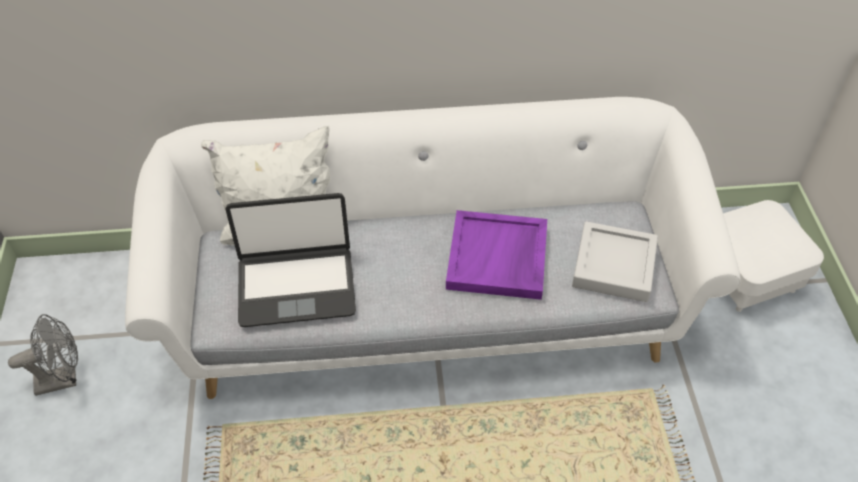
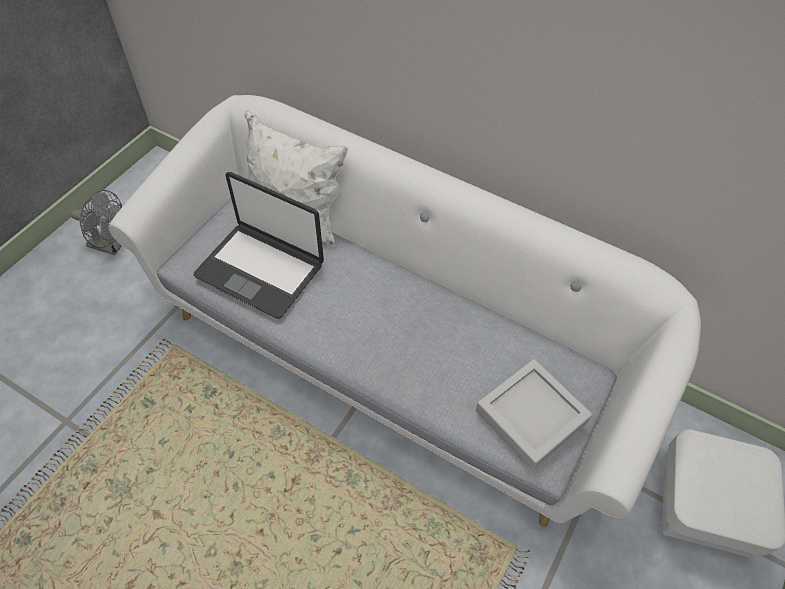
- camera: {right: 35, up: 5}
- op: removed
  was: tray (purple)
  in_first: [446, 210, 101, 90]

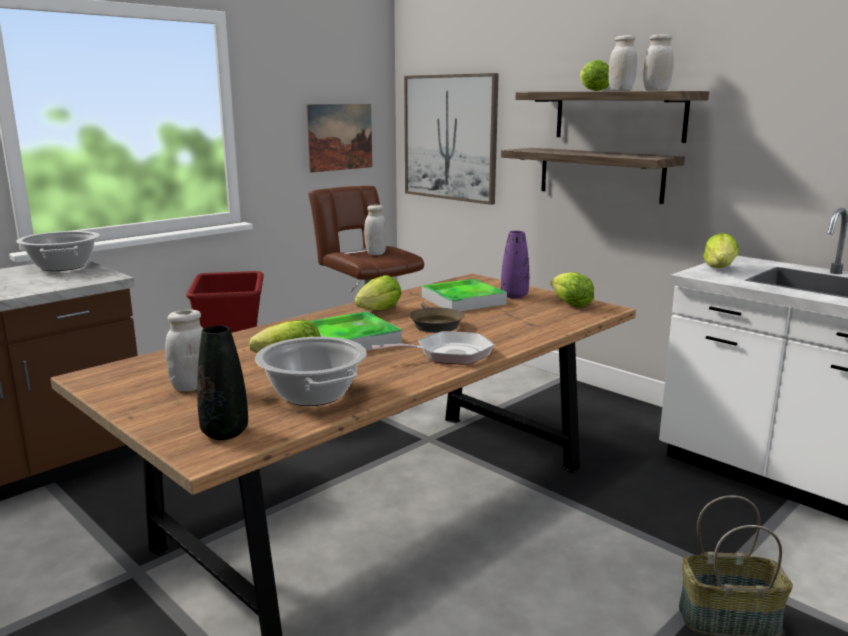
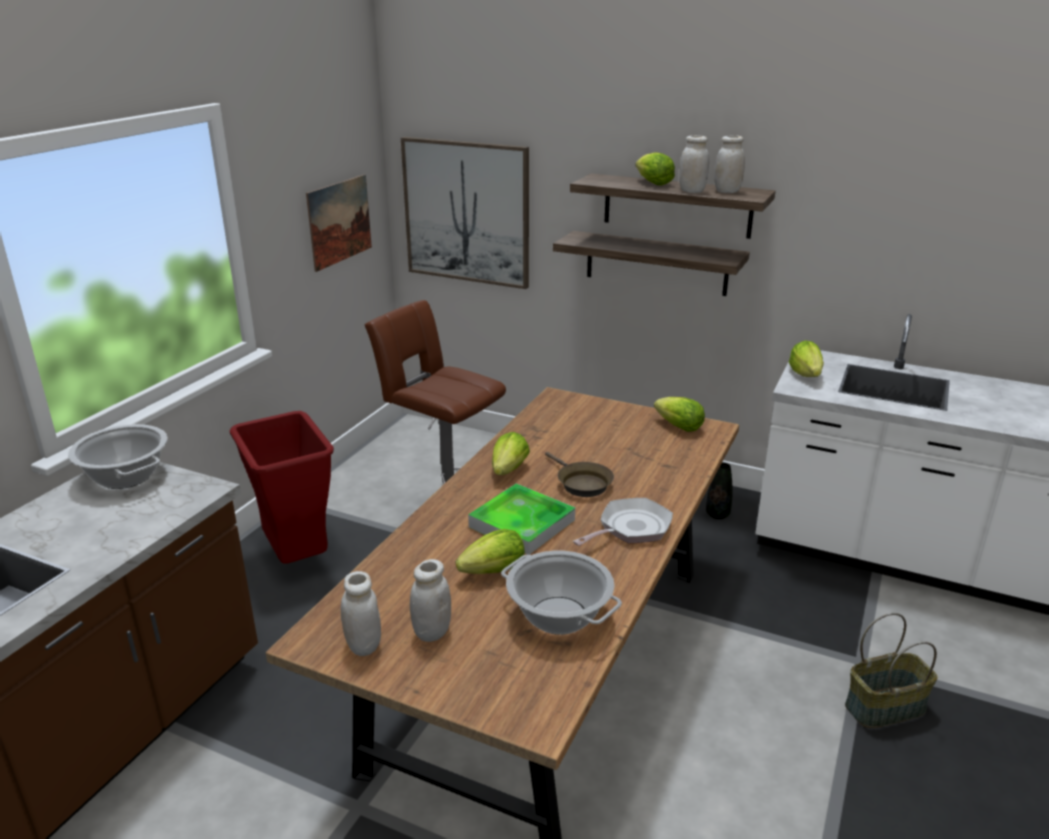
- camera: {right: -20, up: 10}
- op: removed
  was: tray
  in_first: [422, 279, 85, 32]
- op: removed
  was: vase (purple)
  in_first: [501, 231, 28, 67]
- op: moved
  was: vase (black)
  in_first: [197, 325, 51, 115]
  in_second: [706, 462, 27, 57]
- op: moved
  was: jar (white)
  in_first: [364, 205, 23, 50]
  in_second: [341, 571, 40, 85]

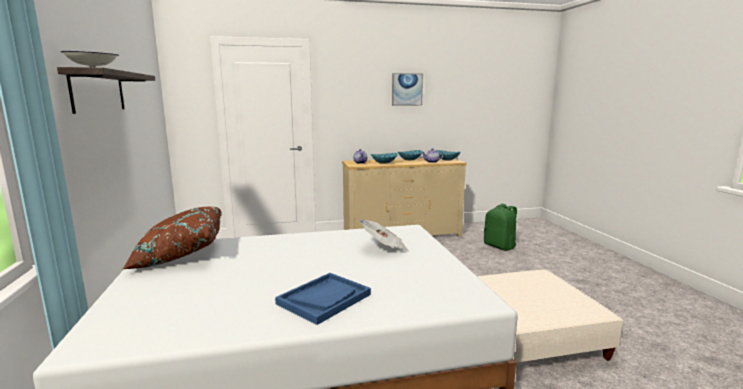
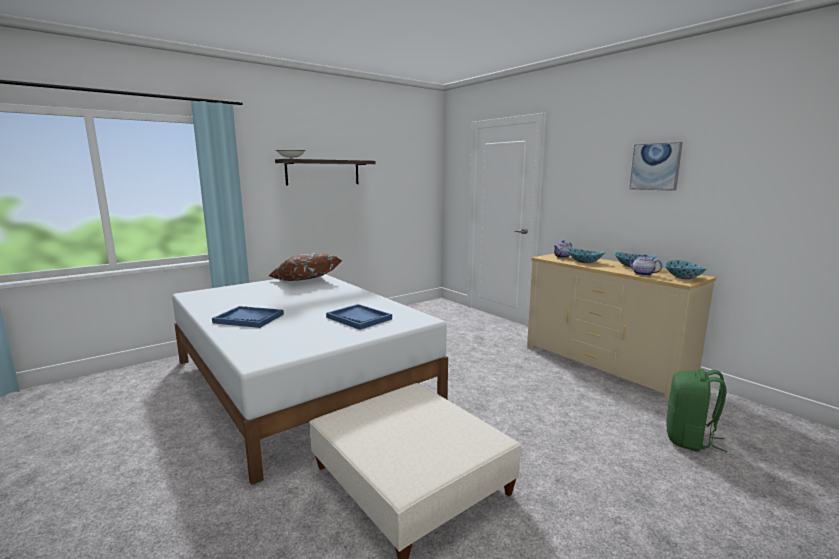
- camera: {right: 65, up: 0}
- op: replaced
  was: newspaper
  now: tray (blue)
  in_first: [359, 219, 50, 32]
  in_second: [326, 304, 66, 26]

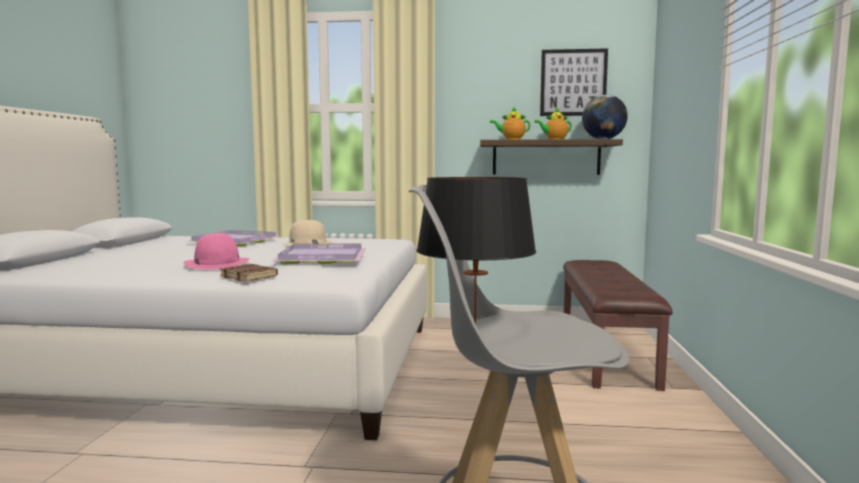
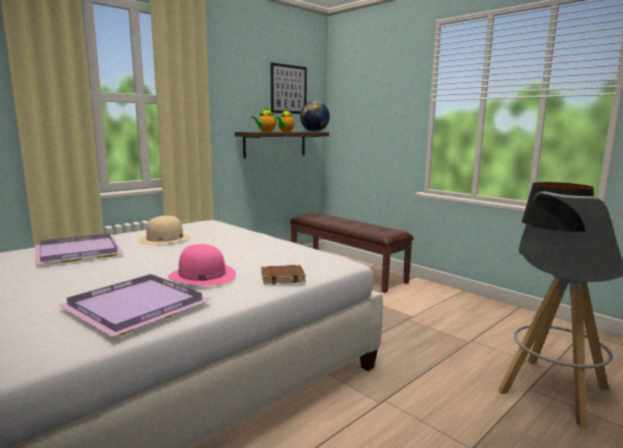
- camera: {right: -50, up: 5}
- op: moved
  was: tray (purple)
  in_first: [272, 243, 94, 21]
  in_second: [58, 274, 153, 63]

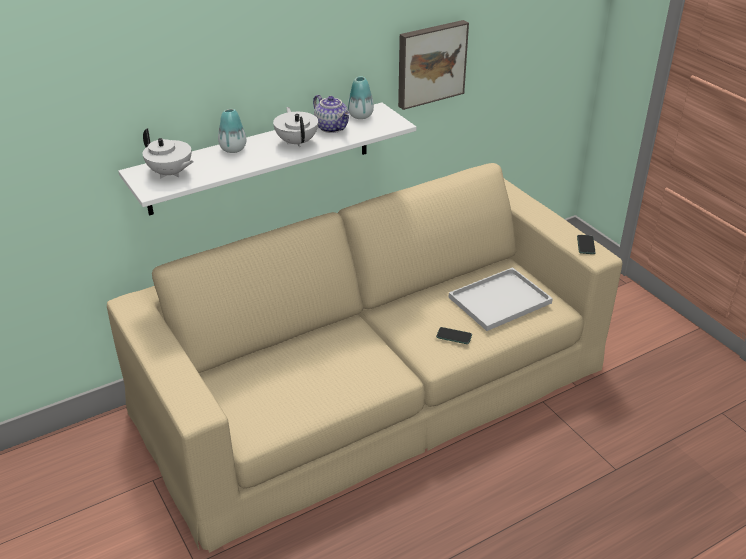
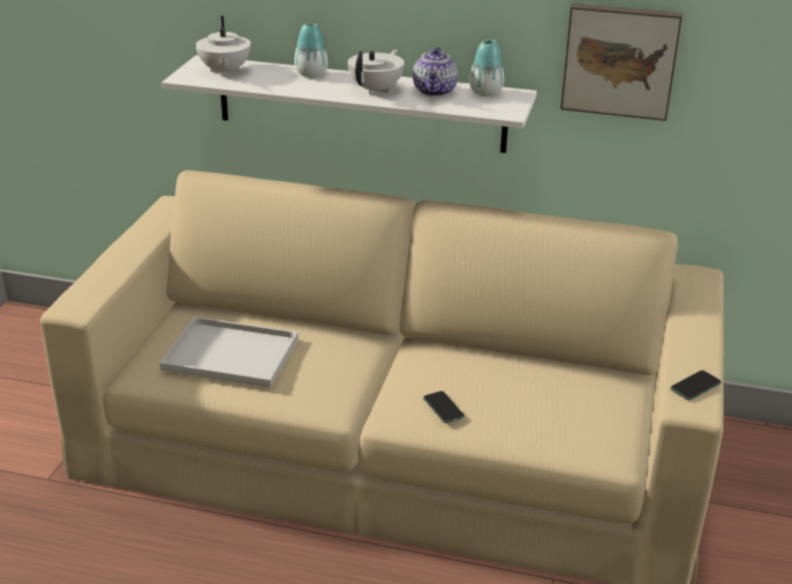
- camera: {right: 45, up: -5}
- op: moved
  was: tray (white)
  in_first: [449, 267, 104, 64]
  in_second: [160, 317, 138, 71]

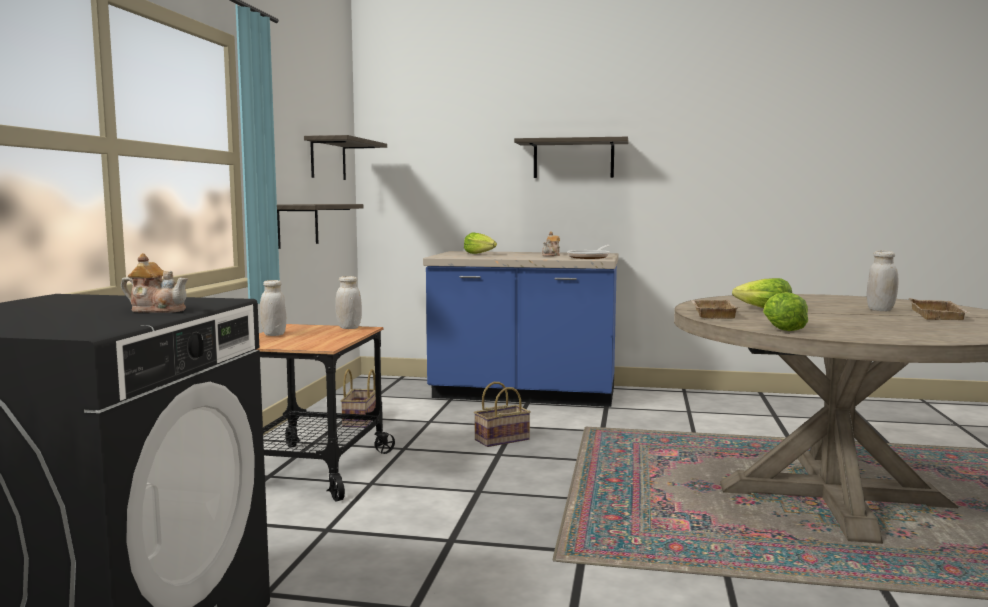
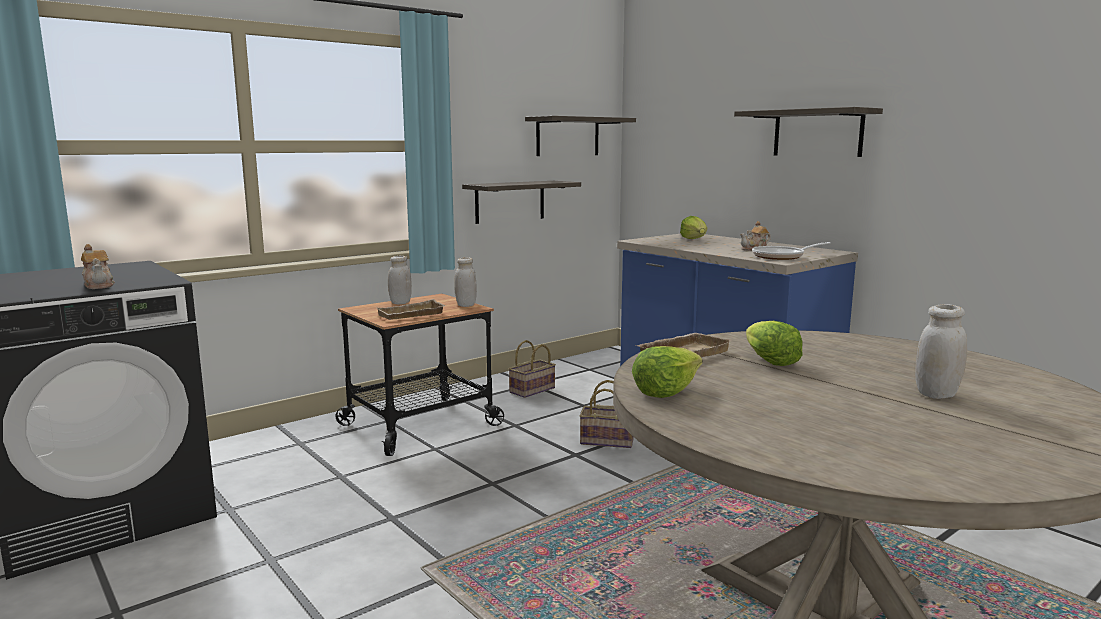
- camera: {right: 40, up: 5}
- op: moved
  was: tray (beige)
  in_first: [909, 298, 61, 22]
  in_second: [377, 299, 69, 21]

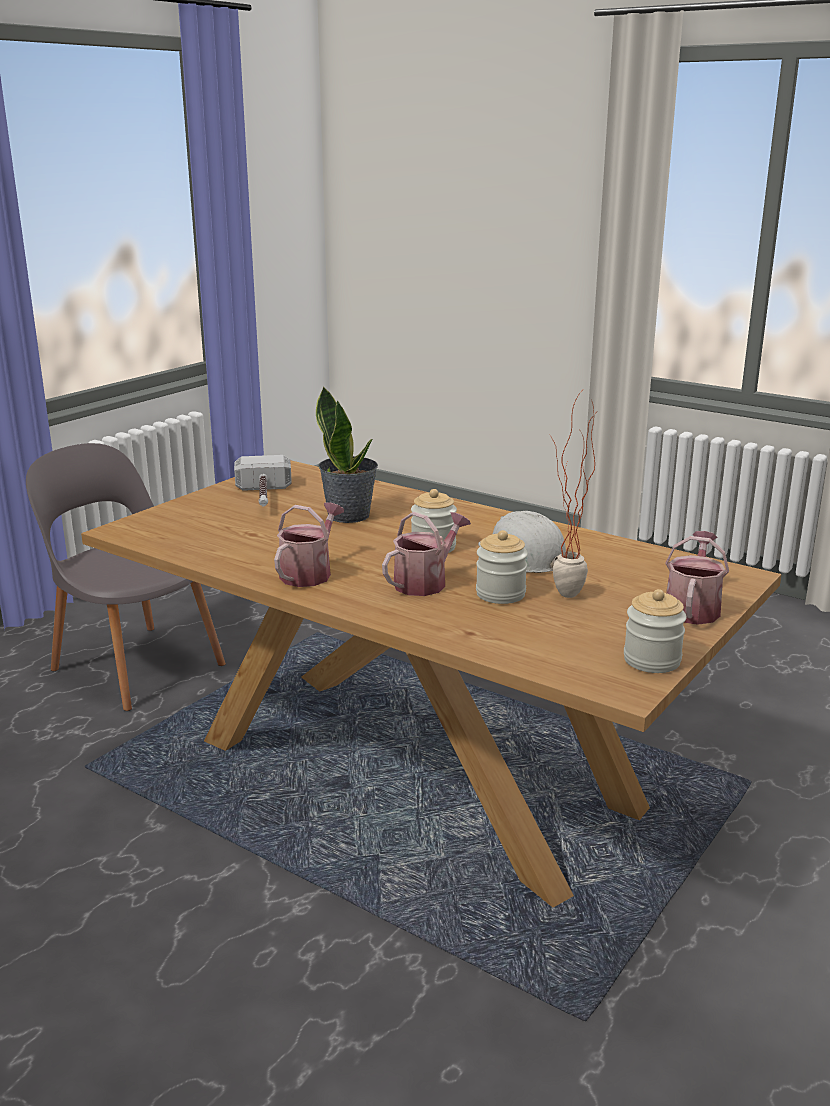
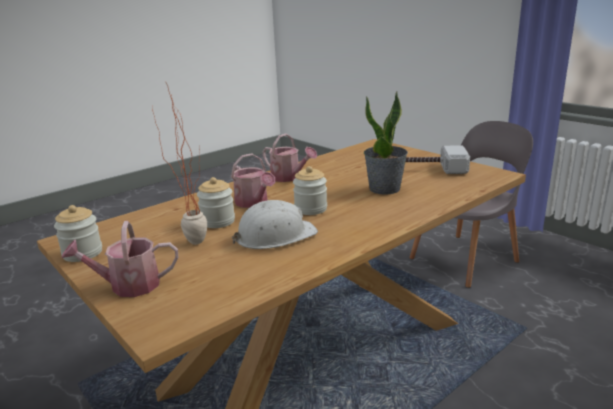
- camera: {right: 105, up: 0}
- op: turned
  was: watering can
  in_first: [665, 531, 64, 94]
  in_second: [62, 221, 116, 76]
  clockwise: 135

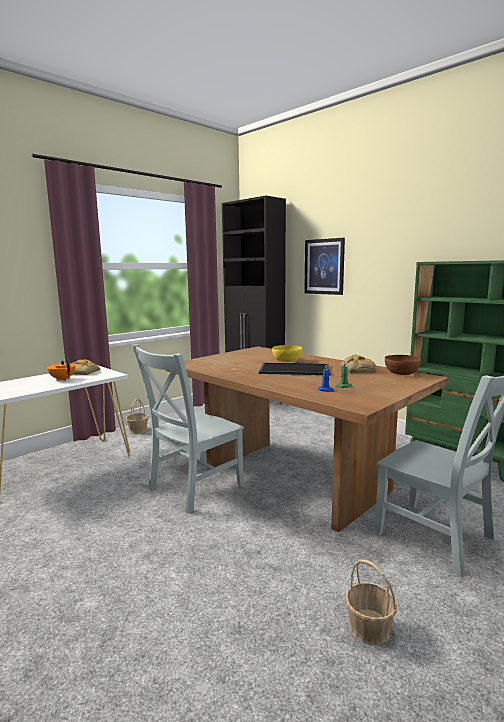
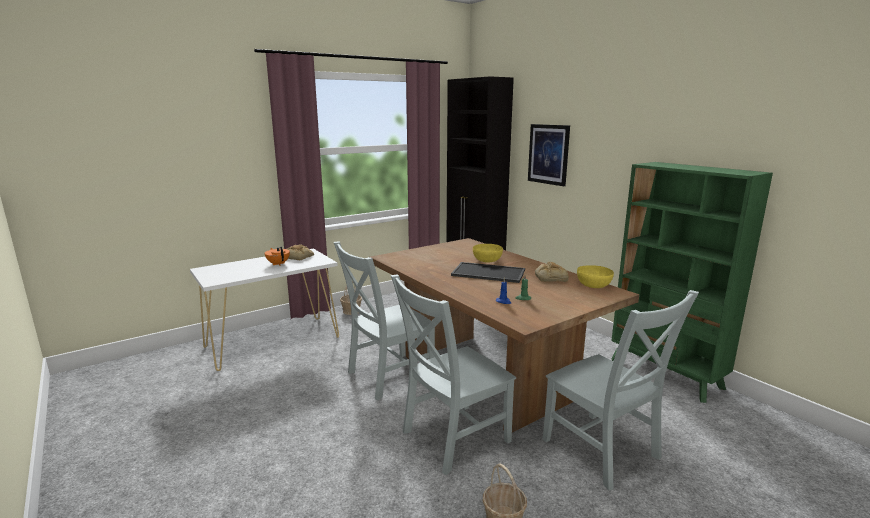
- camera: {right: 10, up: 5}
- op: added
  now: chair (grey)
  in_second: [391, 274, 125, 201]
- op: recoloured
  was: bowl (brown)
  now: bowl (yellow)
  in_first: [385, 355, 36, 20]
  in_second: [577, 265, 37, 23]

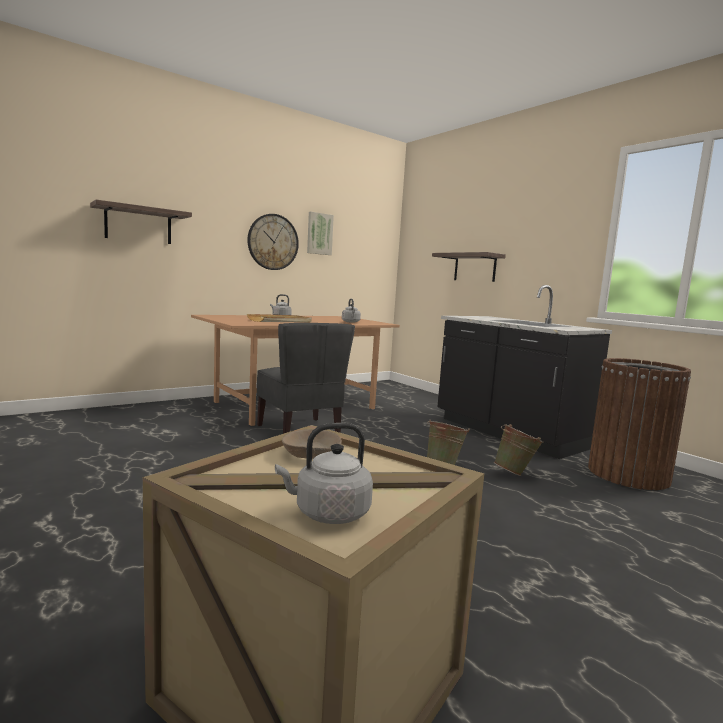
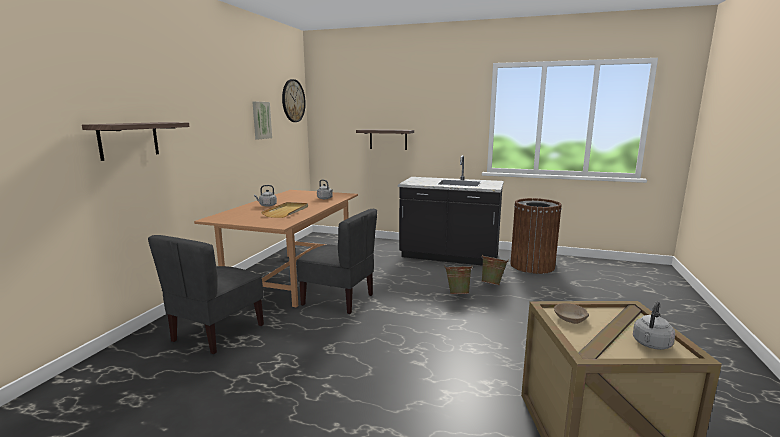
- camera: {right: -35, up: 5}
- op: added
  now: chair (grey)
  in_second: [148, 235, 116, 119]
- op: moved
  was: wall clock
  in_first: [247, 214, 52, 56]
  in_second: [282, 79, 24, 43]

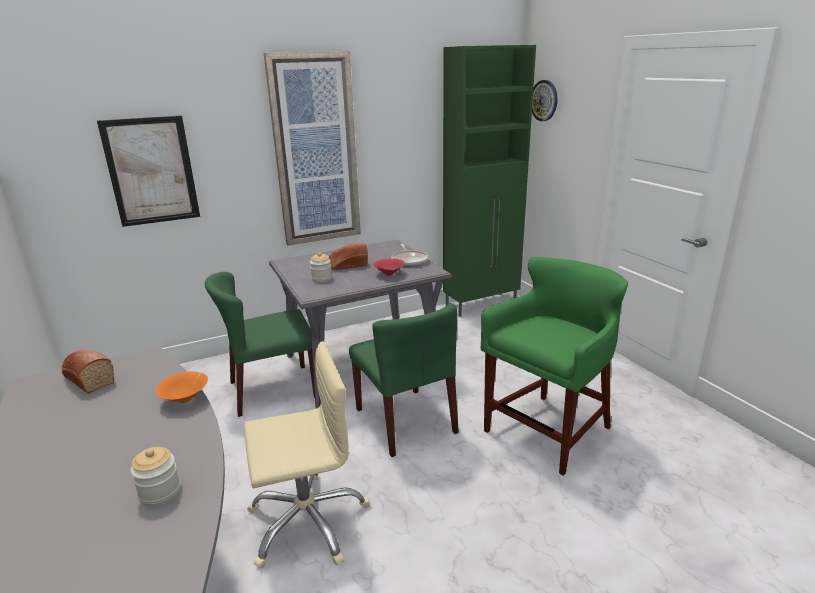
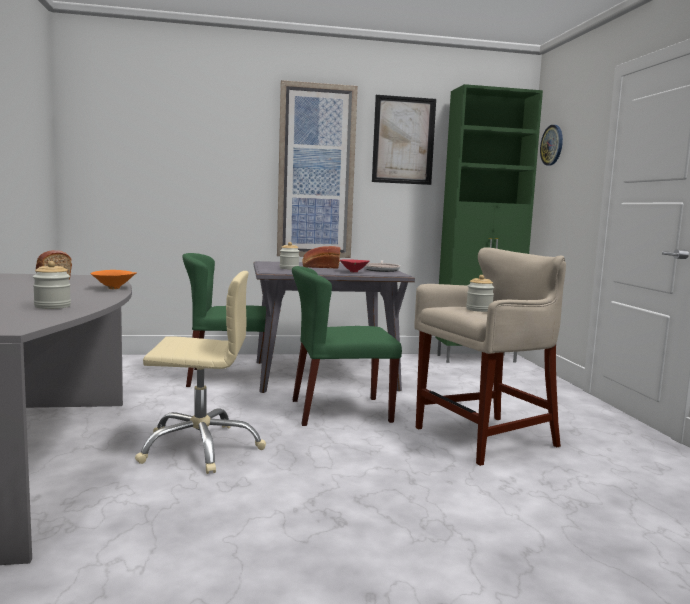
- camera: {right: 15, up: -15}
- op: added
  now: jar
  in_second: [466, 275, 28, 37]
- op: moved
  was: picture
  in_first: [97, 115, 103, 112]
  in_second: [372, 95, 64, 90]
- op: recoloured
  was: stool (green)
  now: stool (beige)
  in_first: [481, 257, 147, 219]
  in_second: [414, 247, 152, 219]
- op: turned
  was: chair (green)
  in_first: [349, 303, 110, 154]
  in_second: [292, 266, 110, 160]
  clockwise: 90

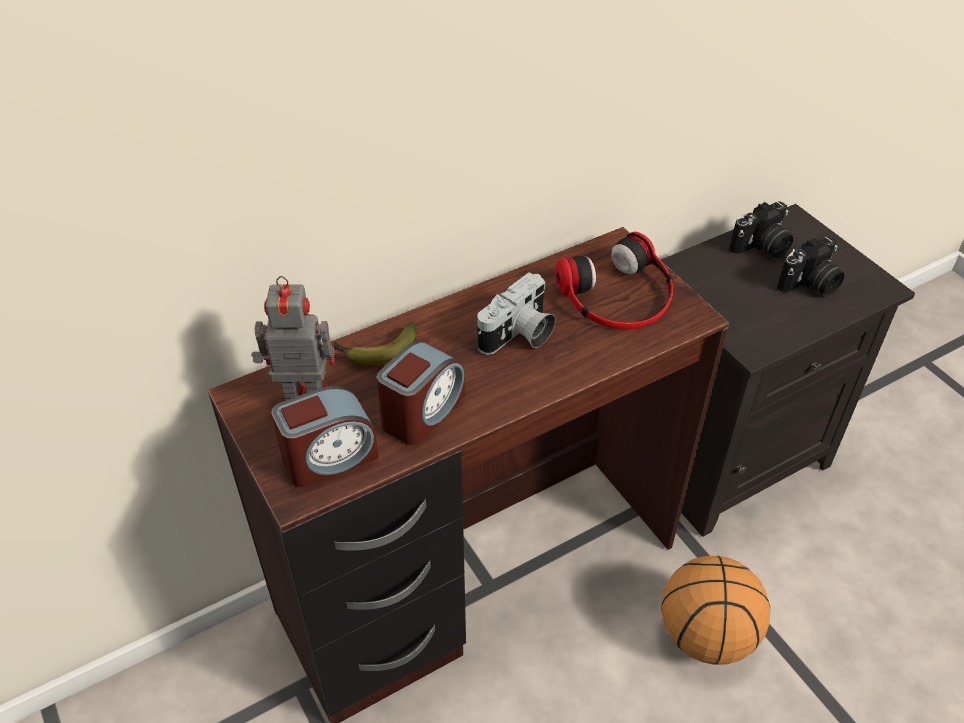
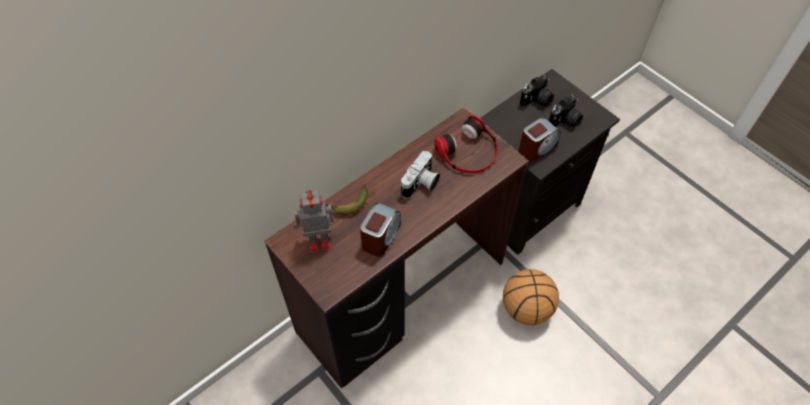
- camera: {right: -10, up: 10}
- op: moved
  was: alarm clock
  in_first: [271, 386, 108, 101]
  in_second: [519, 118, 42, 44]

